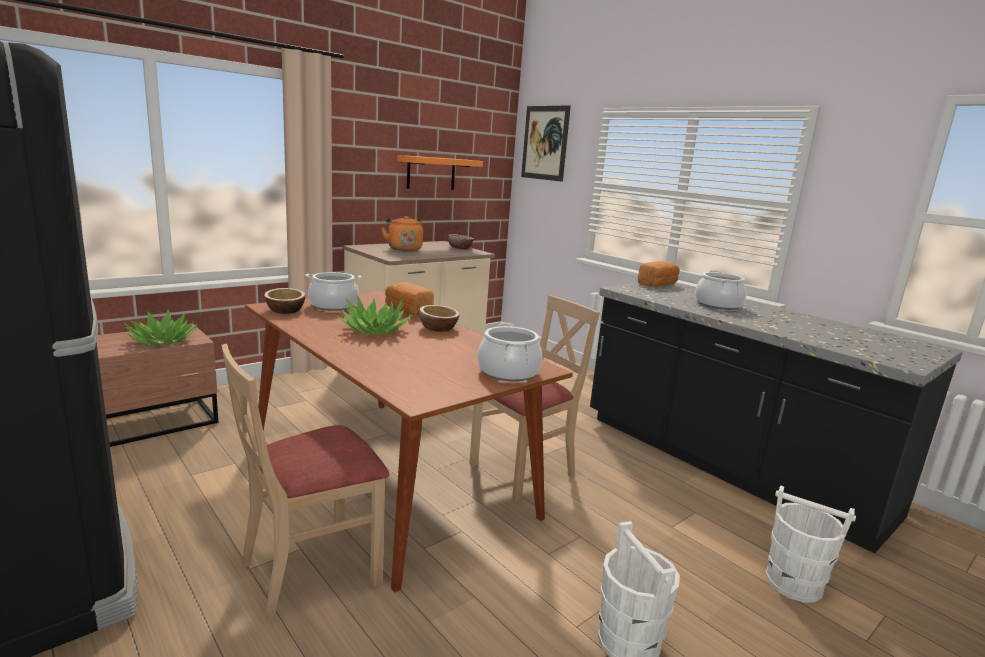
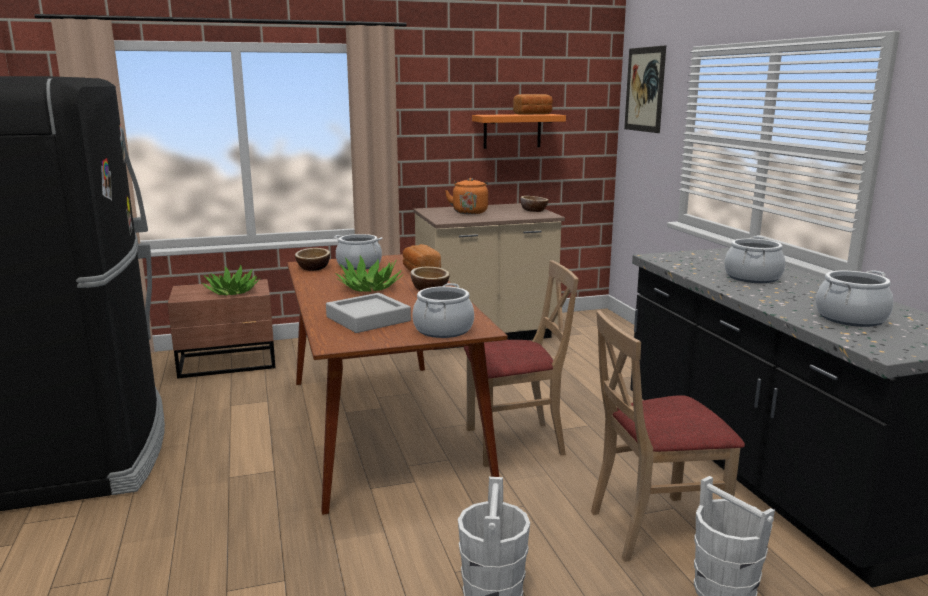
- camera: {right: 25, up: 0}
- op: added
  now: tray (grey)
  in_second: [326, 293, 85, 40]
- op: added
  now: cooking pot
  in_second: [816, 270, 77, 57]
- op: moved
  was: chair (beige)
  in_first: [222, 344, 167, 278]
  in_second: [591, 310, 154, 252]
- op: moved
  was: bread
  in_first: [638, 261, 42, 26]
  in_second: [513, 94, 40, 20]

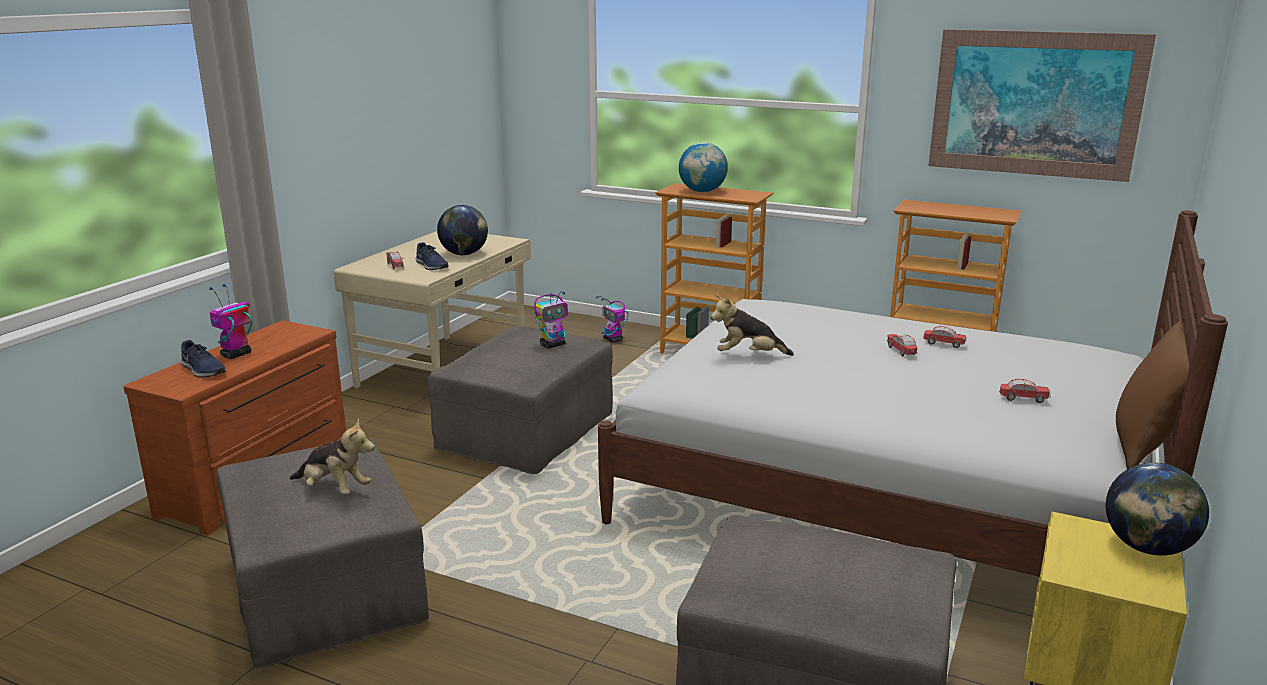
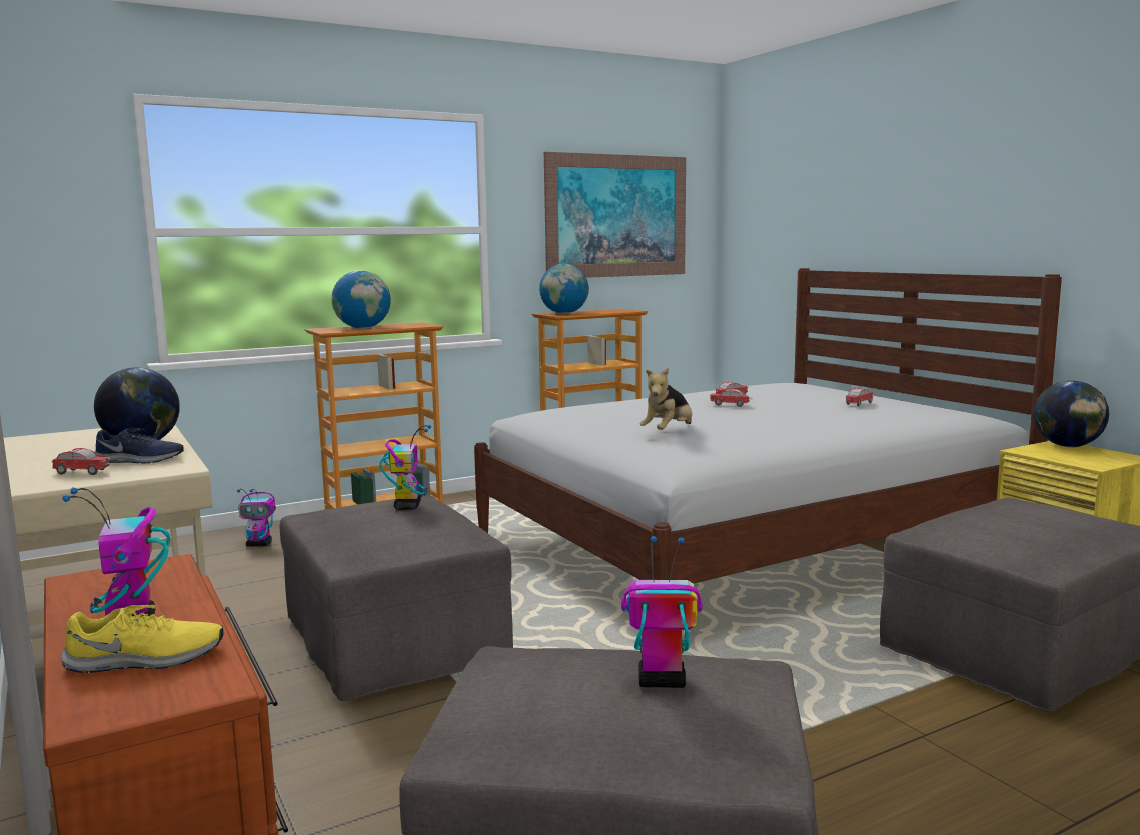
- camera: {right: -55, up: -10}
- op: removed
  was: pillow (brown)
  in_first: [1116, 322, 73, 147]
- op: added
  now: globe
  in_second: [539, 264, 50, 50]
- op: replaced
  was: plush toy
  now: toy robot
  in_first: [290, 418, 85, 77]
  in_second: [621, 536, 82, 152]
- op: recoloured
  was: shoe (blue)
  now: shoe (yellow)
  in_first: [180, 340, 46, 38]
  in_second: [61, 605, 163, 68]

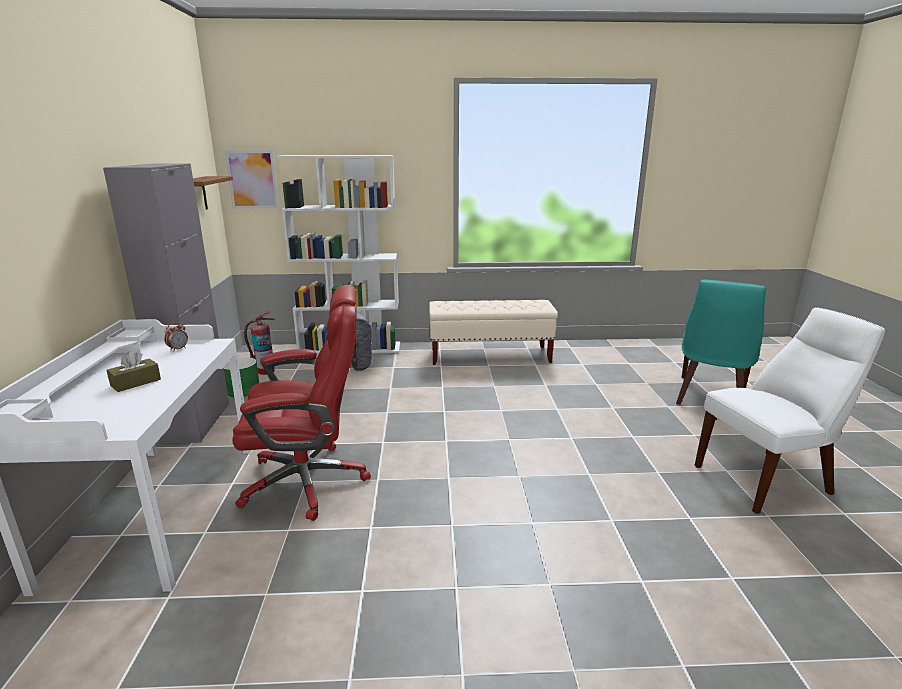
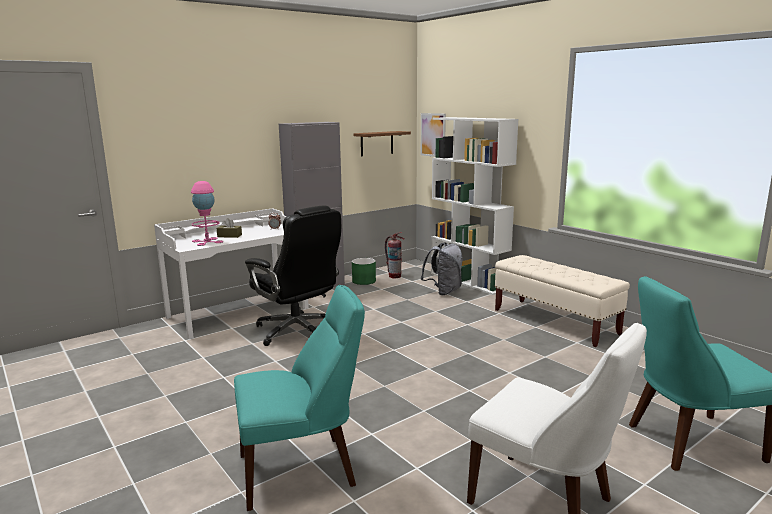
- camera: {right: 55, up: -5}
- op: added
  now: table lamp (pink)
  in_second: [191, 181, 32, 65]
- op: added
  now: chair (turquoise)
  in_second: [234, 285, 131, 226]
- op: recoloured
  was: office chair (red)
  now: office chair (black)
  in_first: [232, 285, 139, 236]
  in_second: [245, 205, 96, 141]

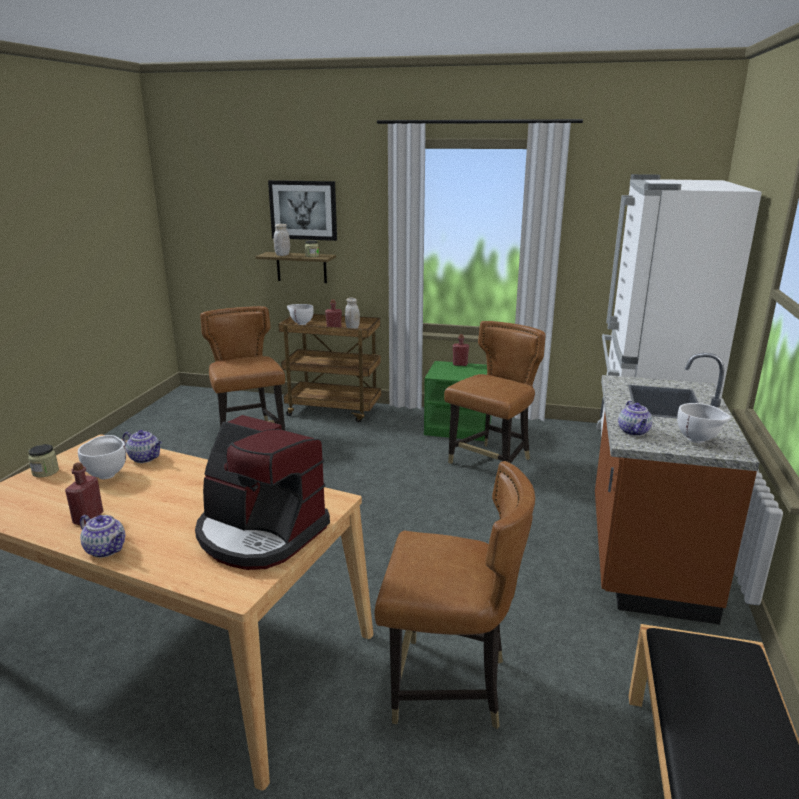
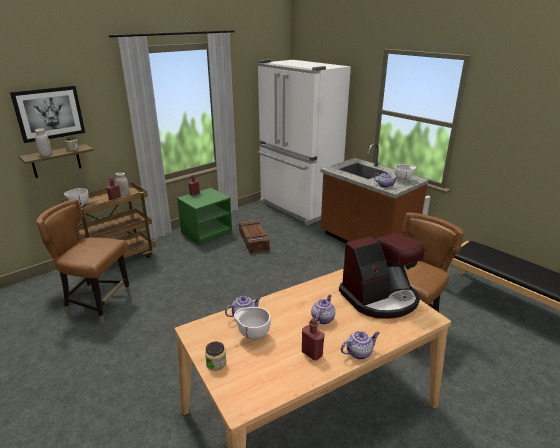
- camera: {right: -55, up: 5}
- op: added
  now: teapot
  in_second: [311, 295, 24, 29]
- op: replaced
  was: chair (brown)
  now: crate
  in_first: [444, 321, 102, 143]
  in_second: [239, 219, 31, 35]

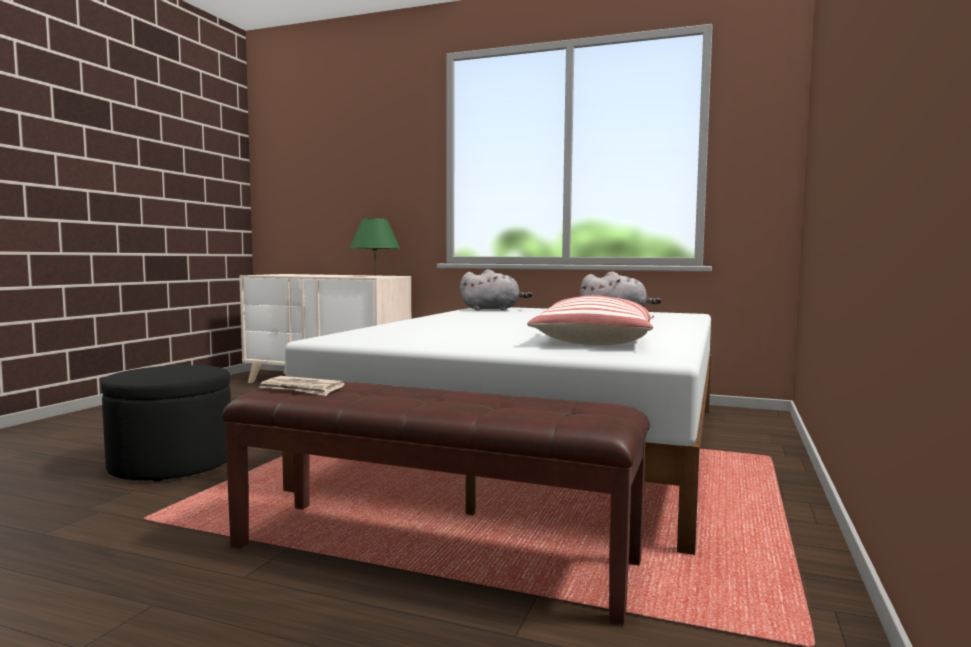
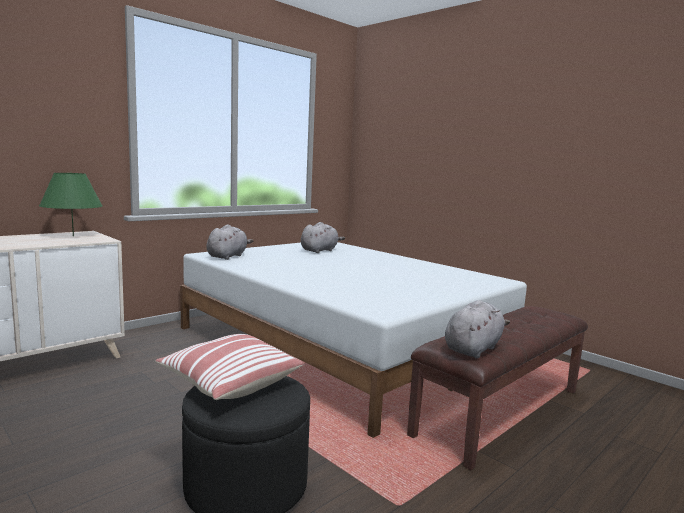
- camera: {right: -65, up: 5}
- op: moved
  was: pillow
  in_first: [527, 295, 127, 50]
  in_second: [155, 334, 148, 66]
- op: replaced
  was: newspaper
  now: plush toy (grey)
  in_first: [260, 376, 85, 20]
  in_second: [445, 300, 65, 58]

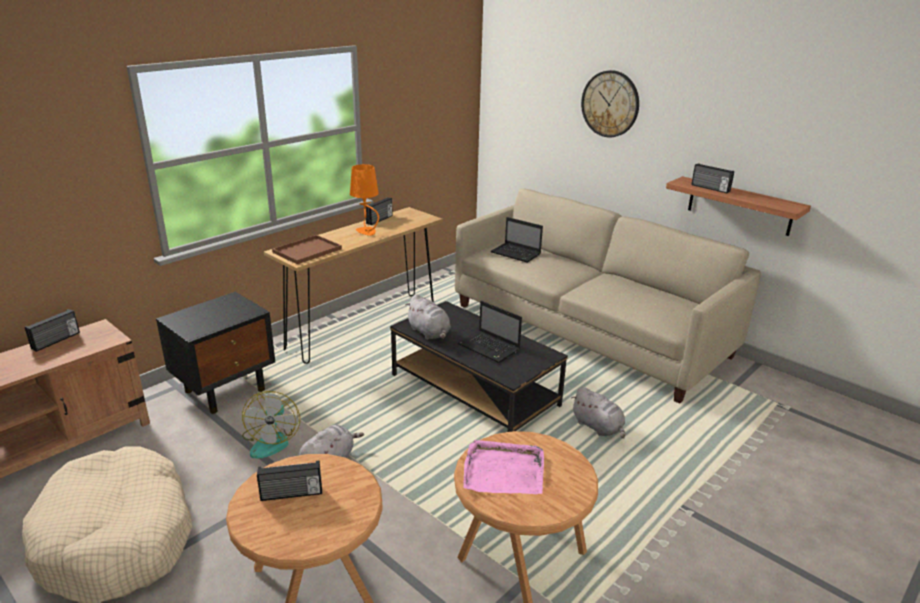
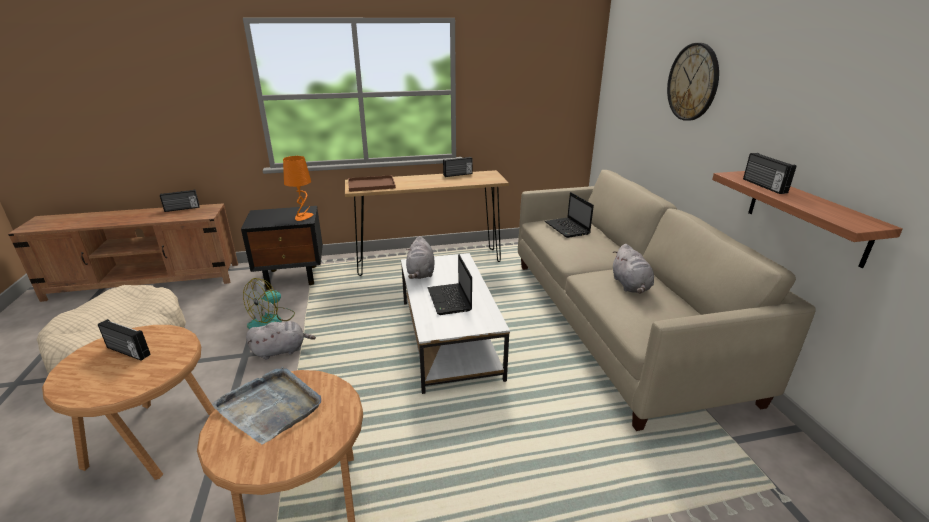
- camera: {right: 35, up: 0}
- op: moved
  was: table lamp (orange)
  in_first: [350, 164, 29, 72]
  in_second: [283, 156, 31, 65]
- op: moved
  was: plush toy (grey)
  in_first: [571, 387, 54, 52]
  in_second: [612, 244, 42, 50]
- op: recoloured
  was: coffee table (black)
  now: coffee table (white)
  in_first: [390, 301, 178, 131]
  in_second: [401, 253, 109, 141]
- op: recoloured
  was: tray (pink)
  now: tray (grey)
  in_first: [463, 440, 81, 54]
  in_second: [212, 367, 109, 77]

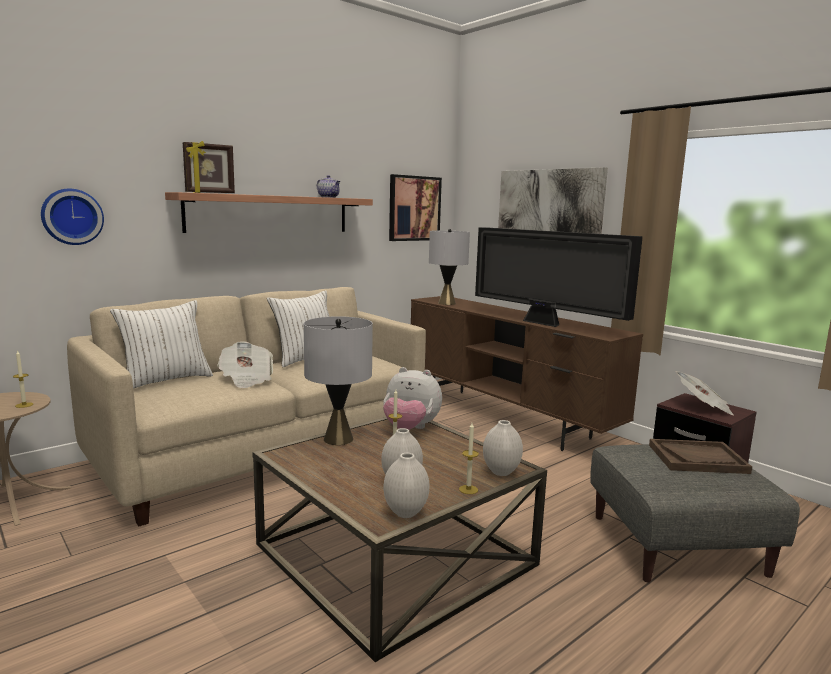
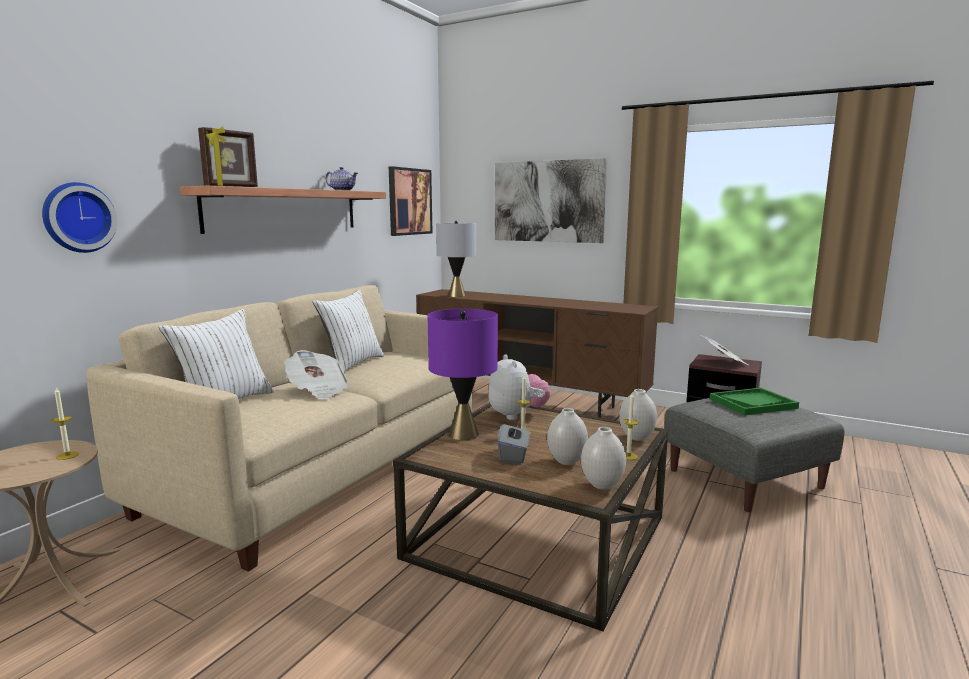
- camera: {right: -20, up: 0}
- op: removed
  was: television
  in_first: [475, 227, 168, 100]
- op: added
  now: tissue box (grey)
  in_second: [498, 421, 32, 42]
- op: recoloured
  was: table lamp (grey)
  now: table lamp (purple)
  in_first: [304, 316, 69, 129]
  in_second: [427, 309, 71, 131]
- op: recoloured
  was: tray (brown)
  now: tray (green)
  in_first: [649, 439, 103, 35]
  in_second: [710, 388, 89, 27]
- op: turned
  was: plush toy
  in_first: [383, 367, 59, 63]
  in_second: [489, 355, 61, 65]
  clockwise: -105

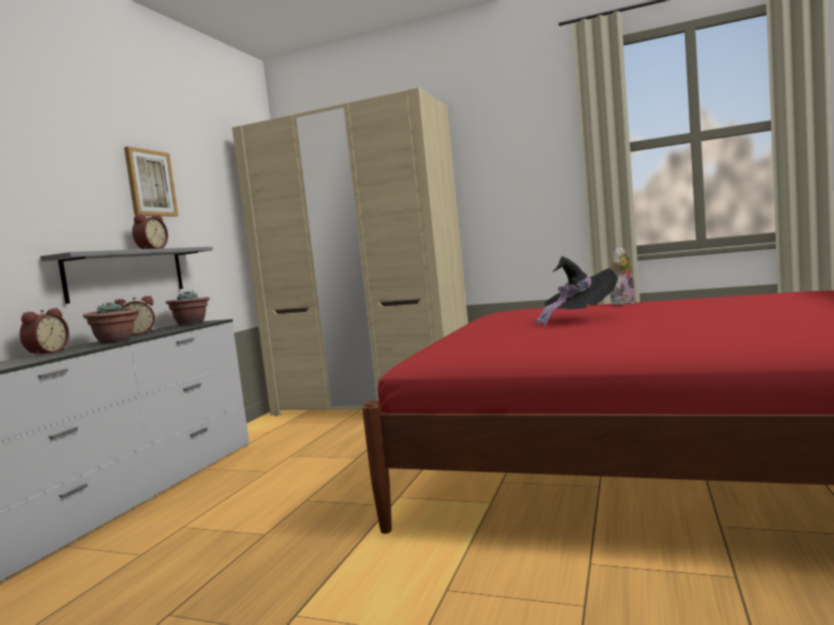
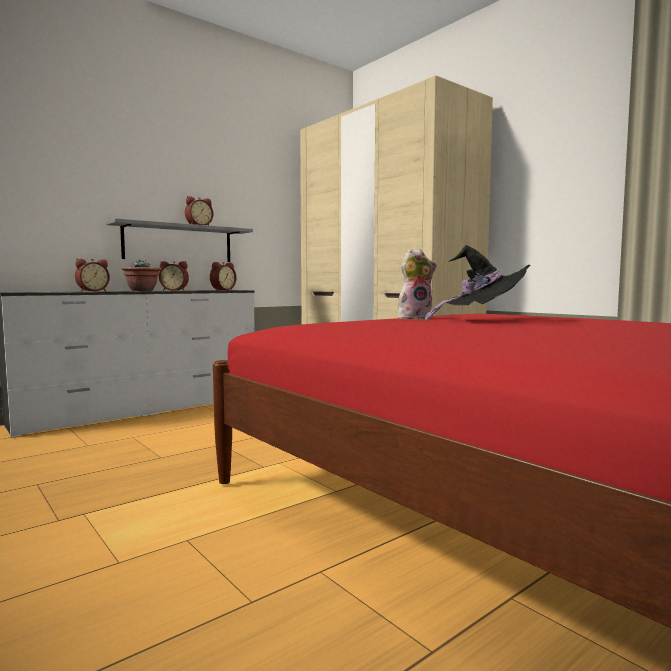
- camera: {right: 30, up: 0}
- op: removed
  was: picture
  in_first: [124, 146, 54, 71]
- op: moved
  was: plush toy
  in_first: [611, 247, 25, 58]
  in_second: [398, 248, 39, 71]
- op: replaced
  was: potted plant
  now: alarm clock
  in_first: [166, 290, 44, 36]
  in_second: [210, 262, 26, 28]

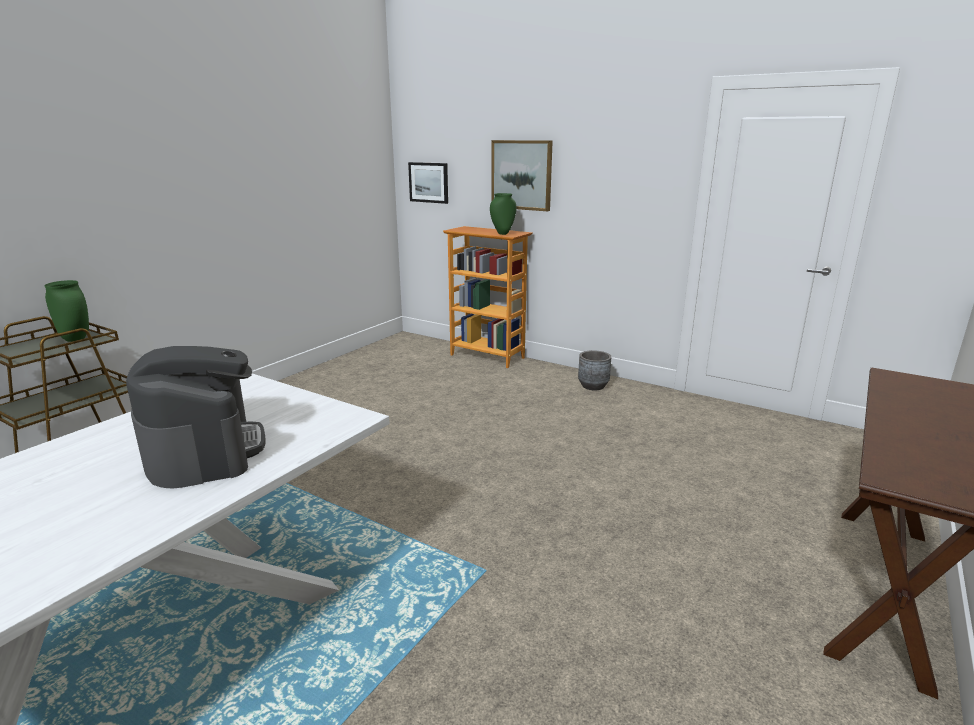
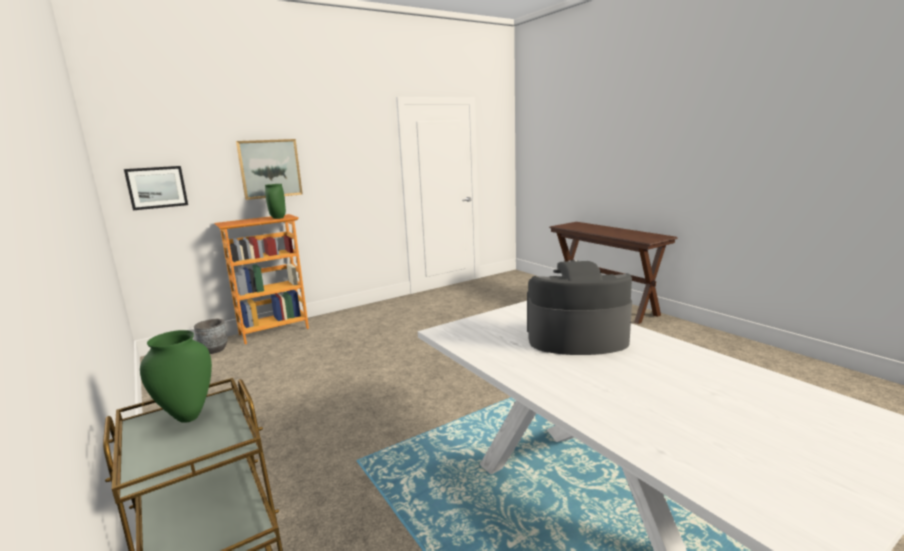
- camera: {right: -65, up: -5}
- op: moved
  was: planter (grey)
  in_first: [578, 350, 33, 41]
  in_second: [194, 319, 34, 35]

